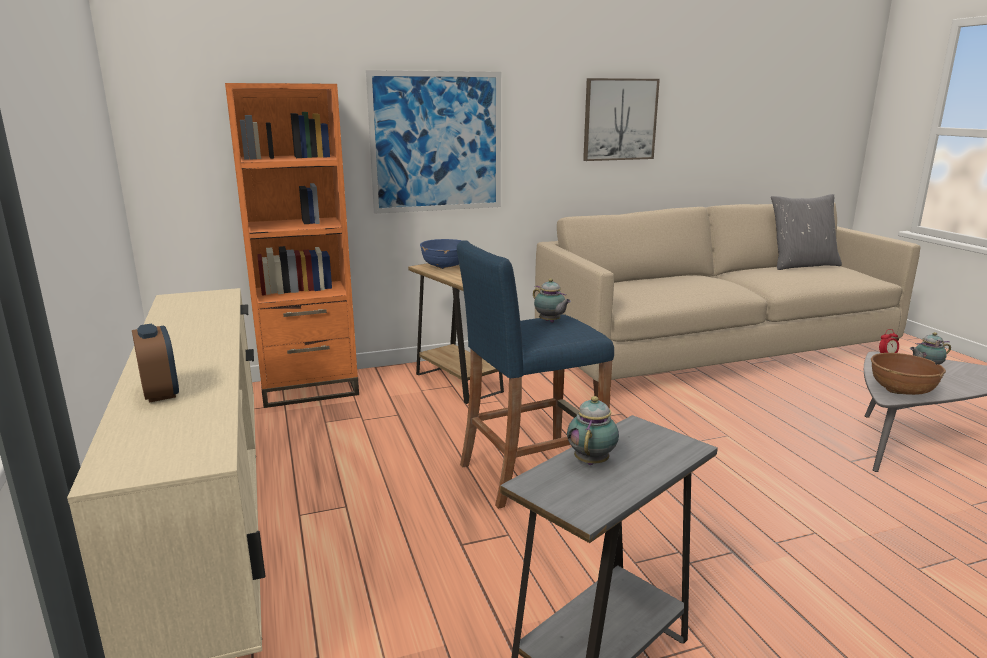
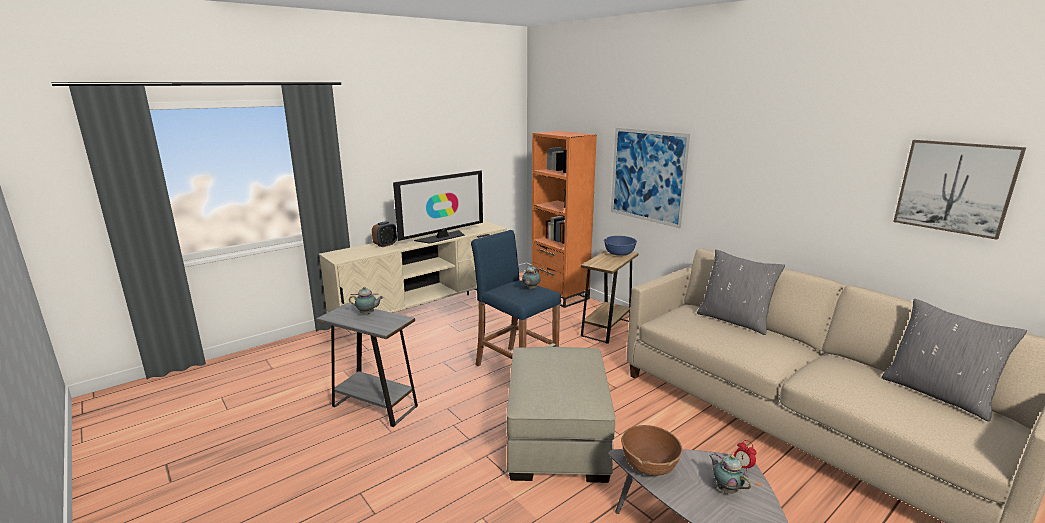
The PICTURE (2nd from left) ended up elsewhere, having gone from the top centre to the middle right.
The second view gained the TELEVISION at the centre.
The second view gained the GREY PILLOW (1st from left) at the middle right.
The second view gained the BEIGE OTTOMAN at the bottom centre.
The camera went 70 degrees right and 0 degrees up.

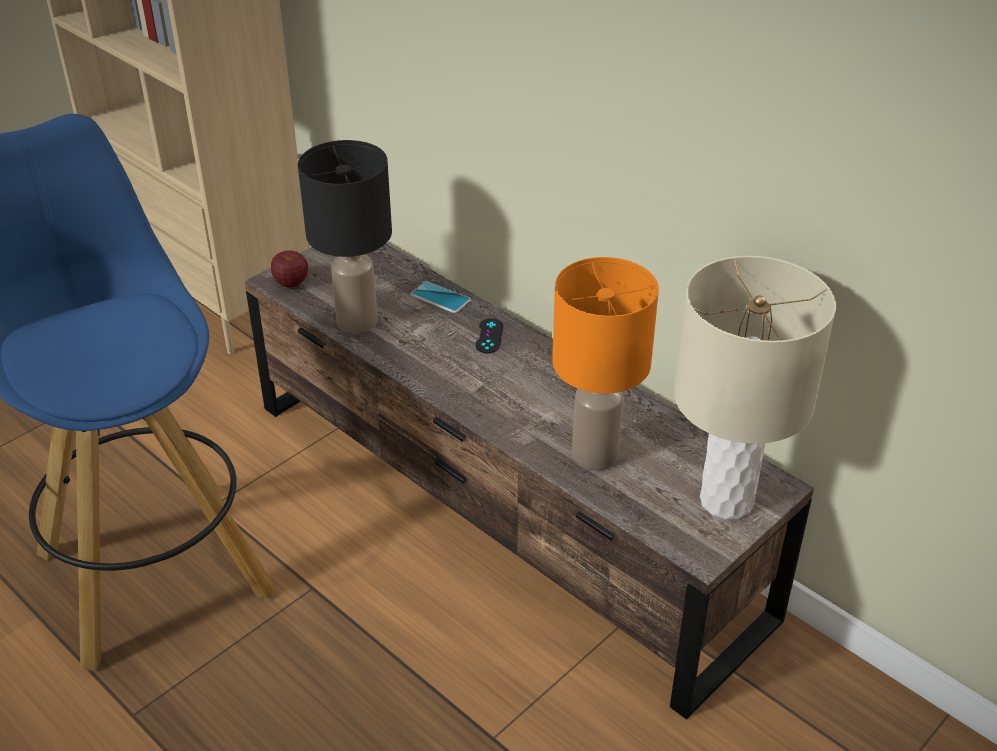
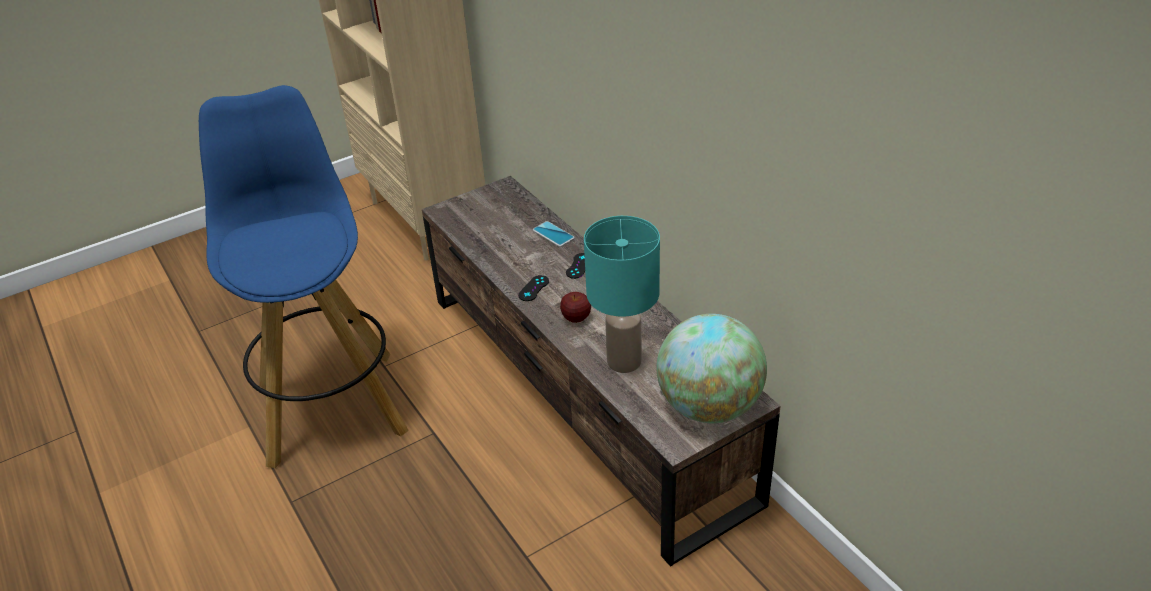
The second view lost the BLACK TABLE LAMP at the top centre.
The APPLE ended up elsewhere, having gone from the middle left to the centre.
Where the BEIGE TABLE LAMP stood at the middle right, the GLOBE came to stand at the centre.
What was the ORANGE TABLE LAMP at the centre turned into the TURQUOISE TABLE LAMP at the centre.
The second view gained the BLACK GAME CONTROLLER (1st from left) at the centre.
The camera went 15 degrees right and 0 degrees up.

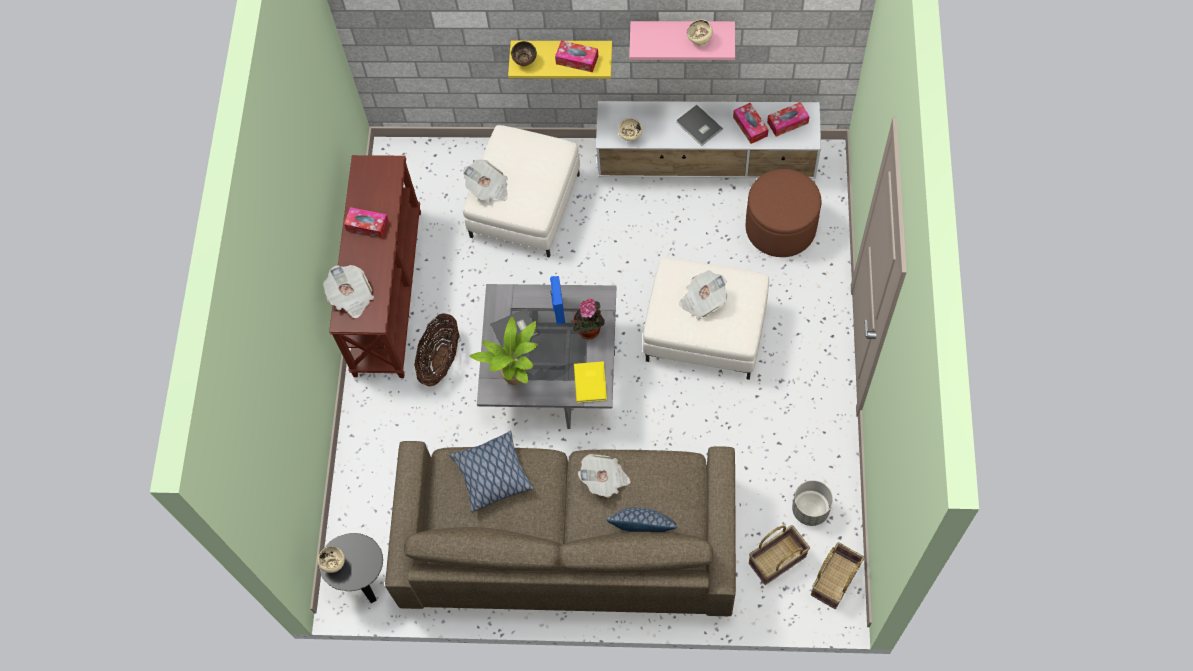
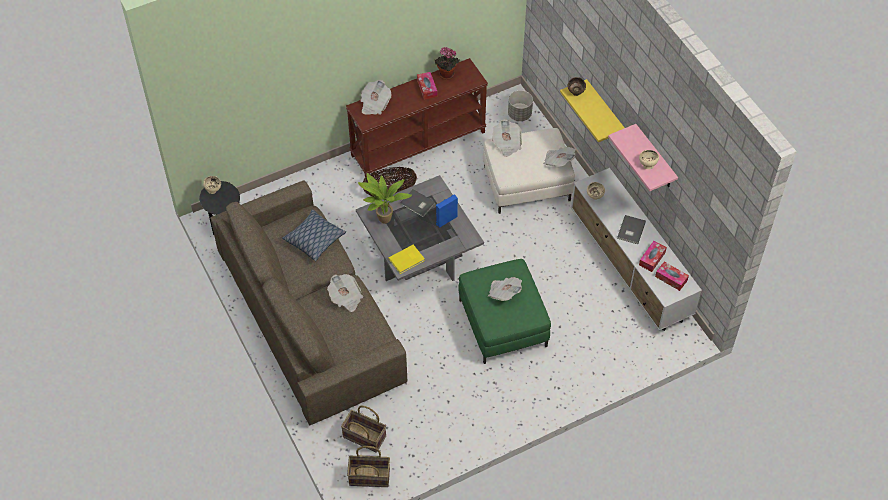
The second view lost the TISSUE BOX (2nd from left) at the top centre.
The second view lost the BROWN OTTOMAN at the top centre.
What was the WHITE OTTOMAN (2nd from left) at the centre turned into the GREEN OTTOMAN at the centre.
The POTTED PLANT (2nd from left) ended up elsewhere, having gone from the centre to the top centre.
The GREY PLANTER ended up elsewhere, having gone from the bottom right to the top centre.
The second view lost the PILLOW (2nd from left) at the bottom centre.
The second view gained the NEWSPAPER (5th from left) at the top centre.
The camera went 55 degrees right and 10 degrees down.

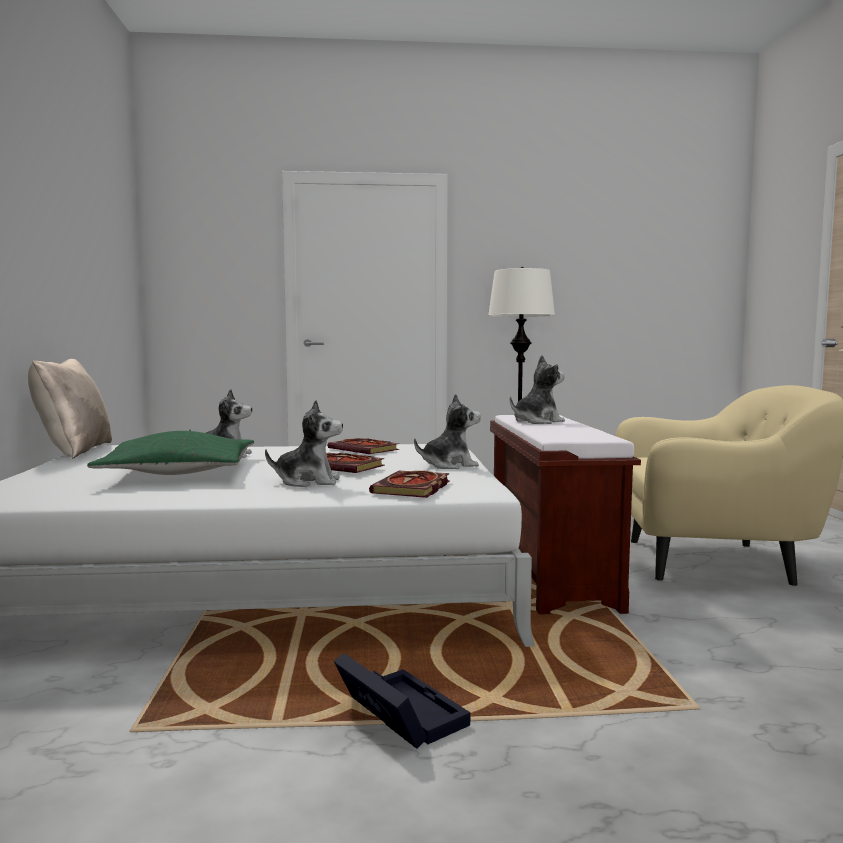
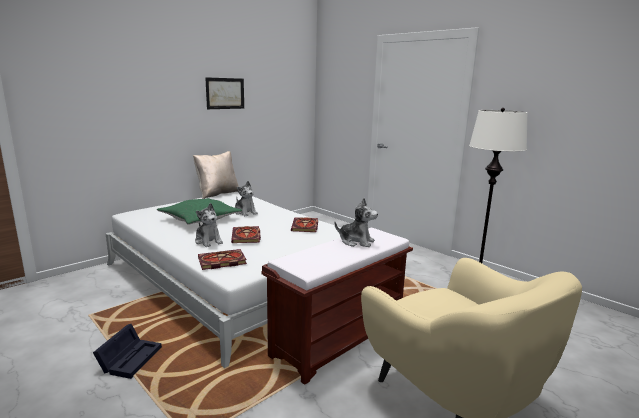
The second view lost the PLUSH TOY (3rd from left) at the centre.
The second view gained the PICTURE at the top centre.
The camera went 50 degrees right and 10 degrees up.

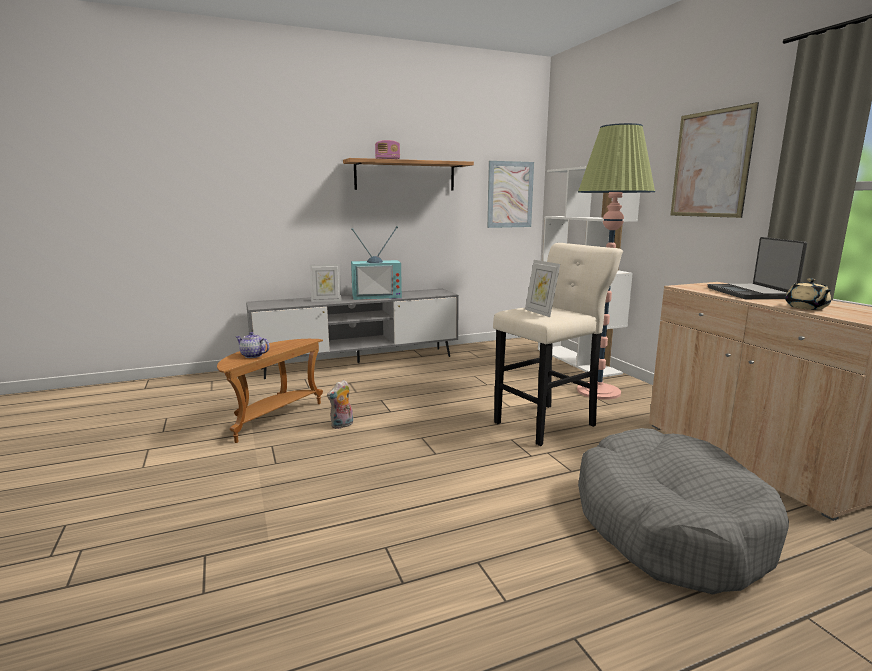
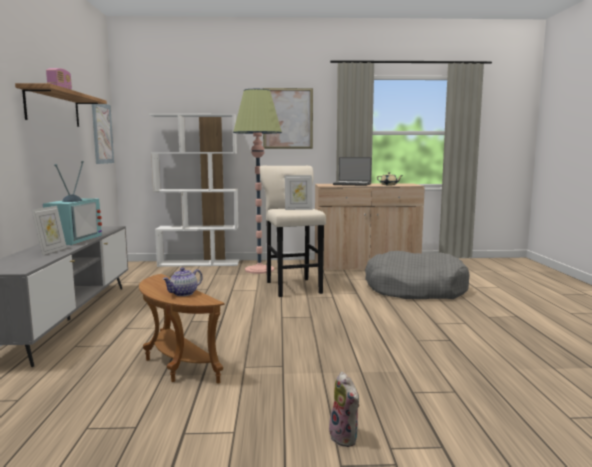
The PLUSH TOY ended up elsewhere, having gone from the centre to the bottom centre.
The camera went 70 degrees left and 5 degrees down.

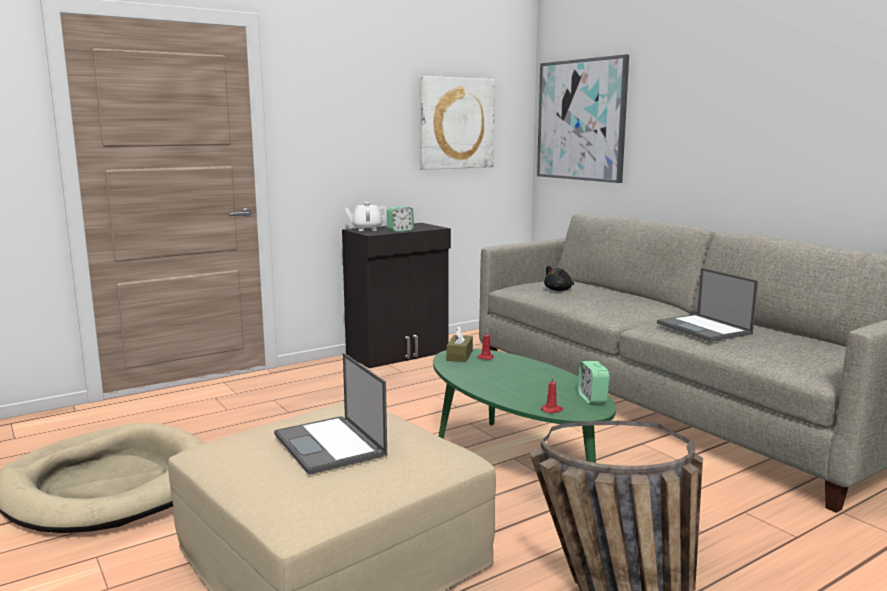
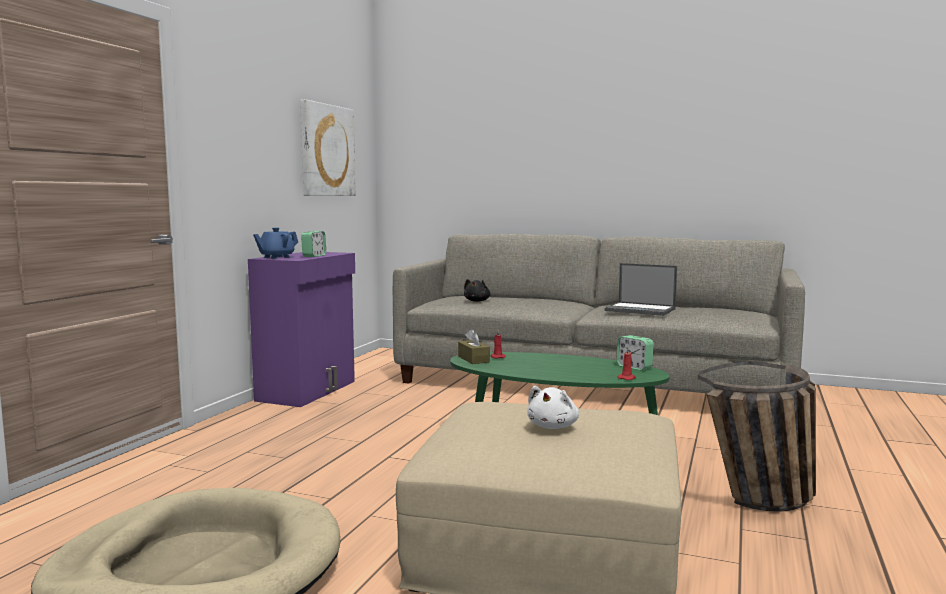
The second view lost the PICTURE (2nd from left) at the top centre.
What was the WHITE TEAPOT at the centre turned into the BLUE TEAPOT at the middle left.
What was the BLACK CABINET at the centre turned into the PURPLE CABINET at the middle left.
Where the LAPTOP (1st from left) stood at the bottom centre, the WHITE PLUSH TOY came to stand at the bottom centre.
The camera went 35 degrees left and 5 degrees down.

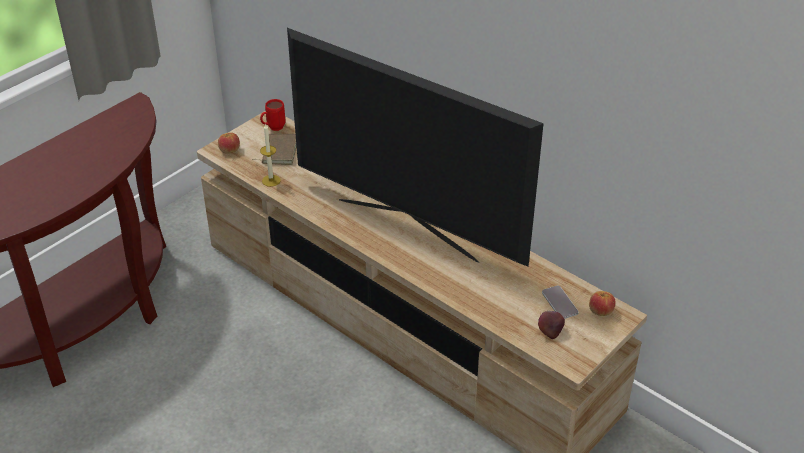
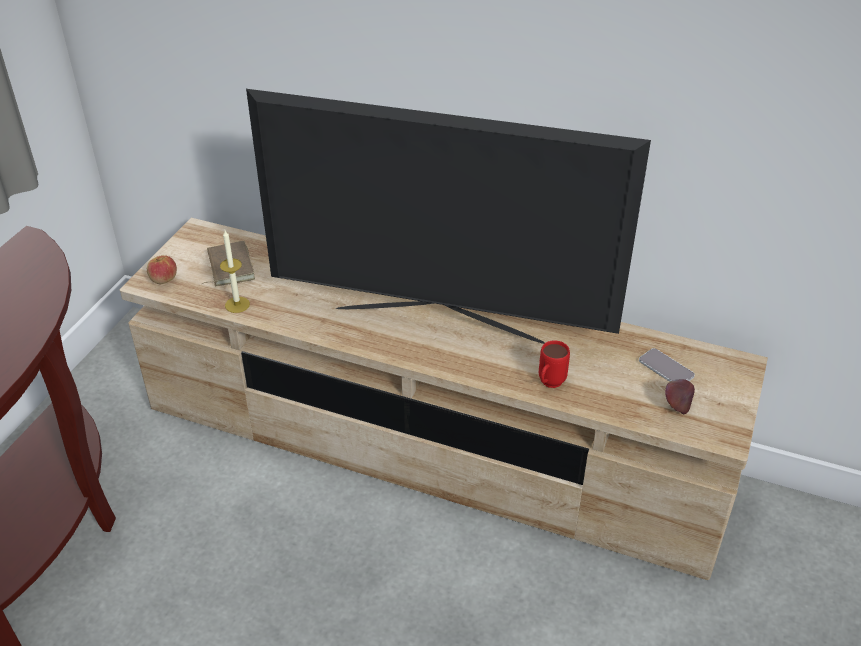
The RED MUG ended up elsewhere, having gone from the top centre to the centre.
The second view lost the APPLE (3rd from left) at the bottom right.
The camera went 20 degrees left and 0 degrees up.

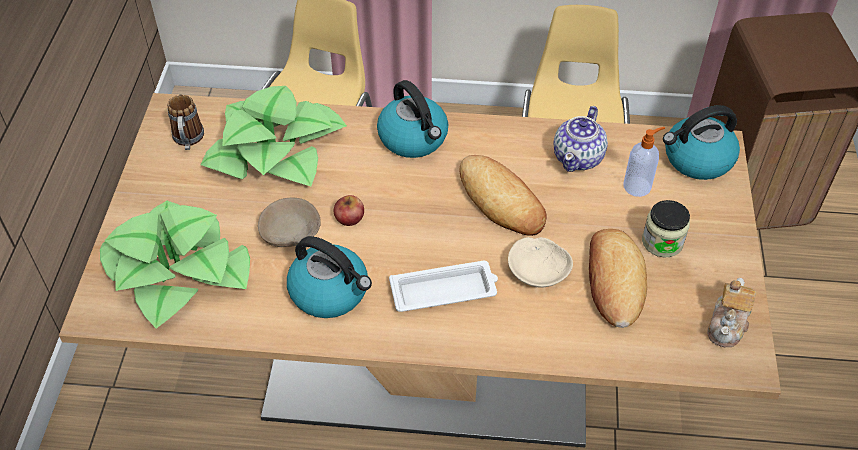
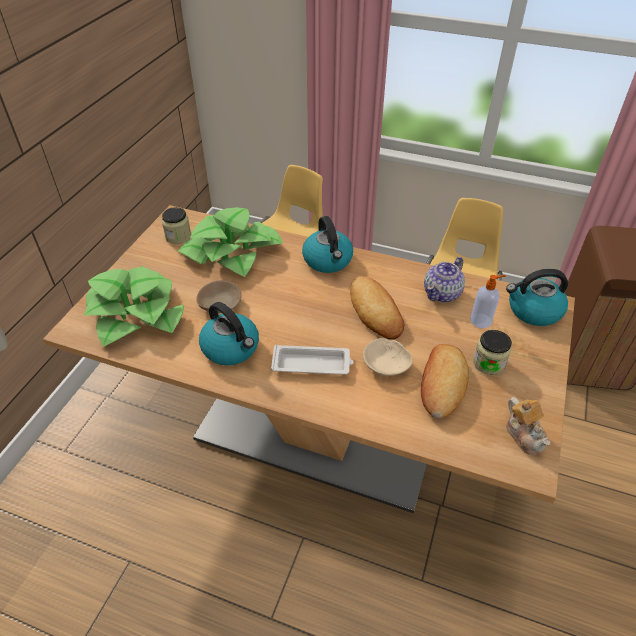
Where the MUG stood at the top left, the JAR (1st from left) came to stand at the middle left.
The second view lost the APPLE at the centre.
The TEAPOT (2nd from left) at the bottom right ended up facing another way, 60 degrees counterclockwise from before.
The camera went 15 degrees right and 5 degrees down.

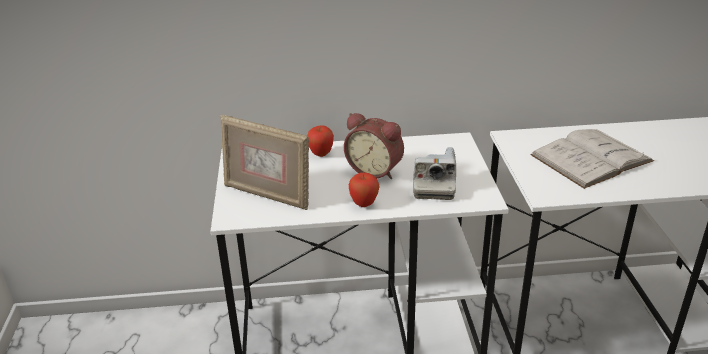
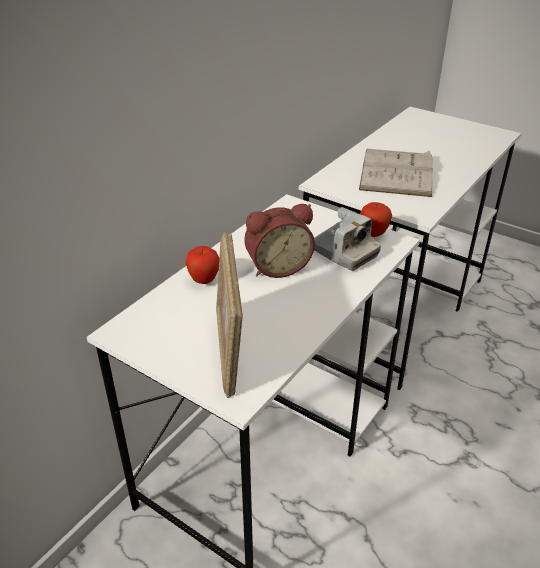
The PICTURE FRAME at the centre ended up facing another way, 105 degrees clockwise from before.
The APPLE (2nd from left) ended up elsewhere, having gone from the centre to the middle right.
The camera went 50 degrees left and 5 degrees up.

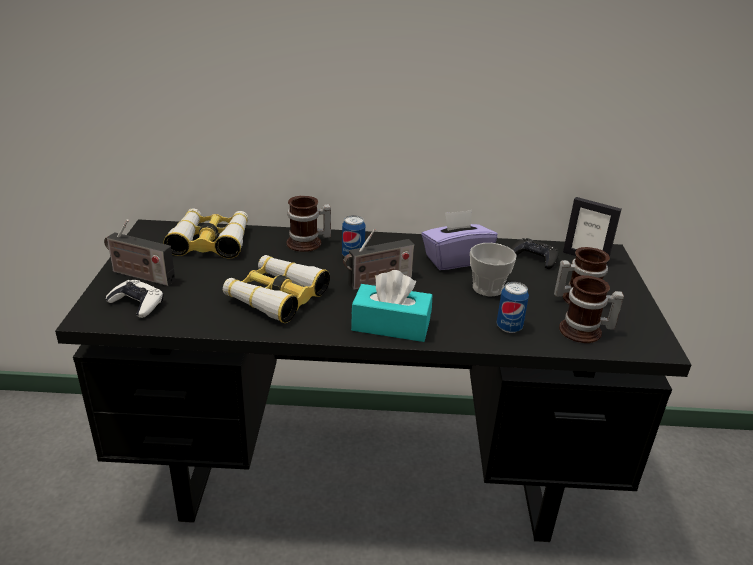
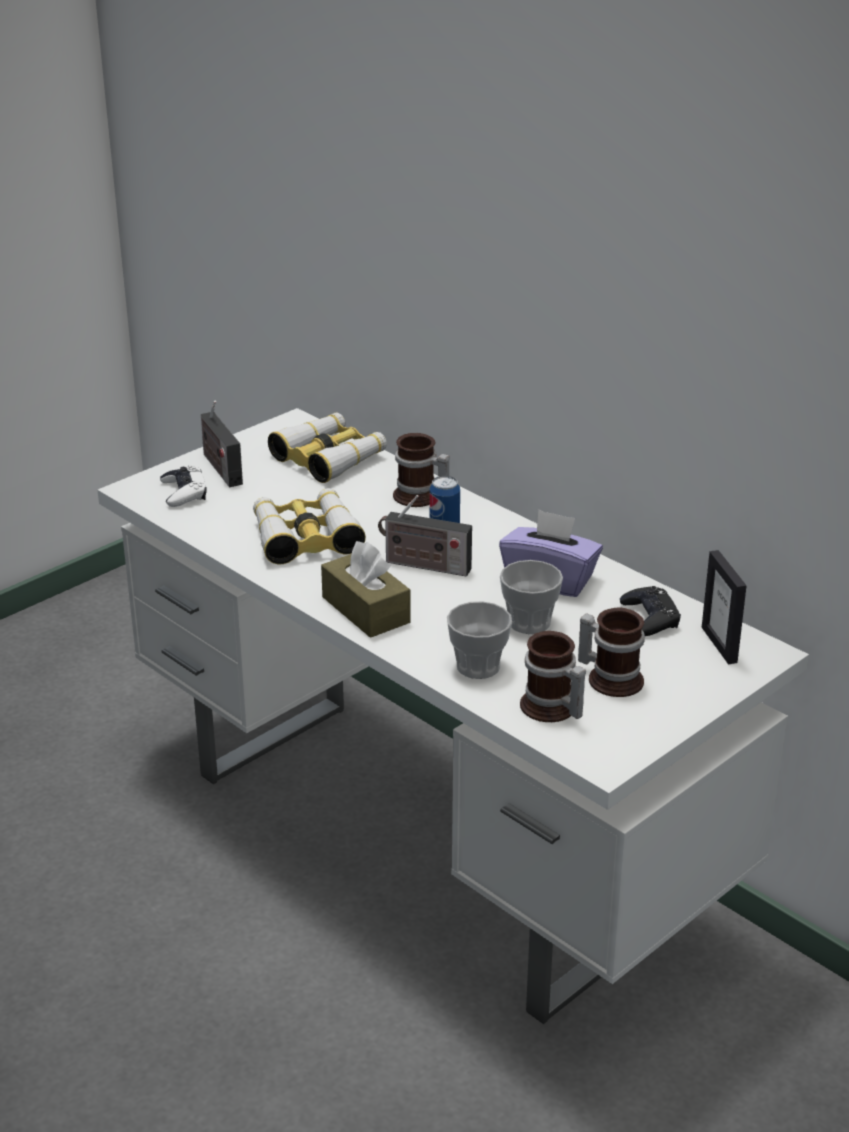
What was the BLACK DESK at the bottom centre turned into the WHITE DESK at the centre.
What was the TURQUOISE TISSUE BOX at the centre turned into the BROWN TISSUE BOX at the centre.
Where the CAN (2nd from left) stood at the middle right, the CUP (1st from left) came to stand at the centre.
The camera went 45 degrees right and 0 degrees up.

